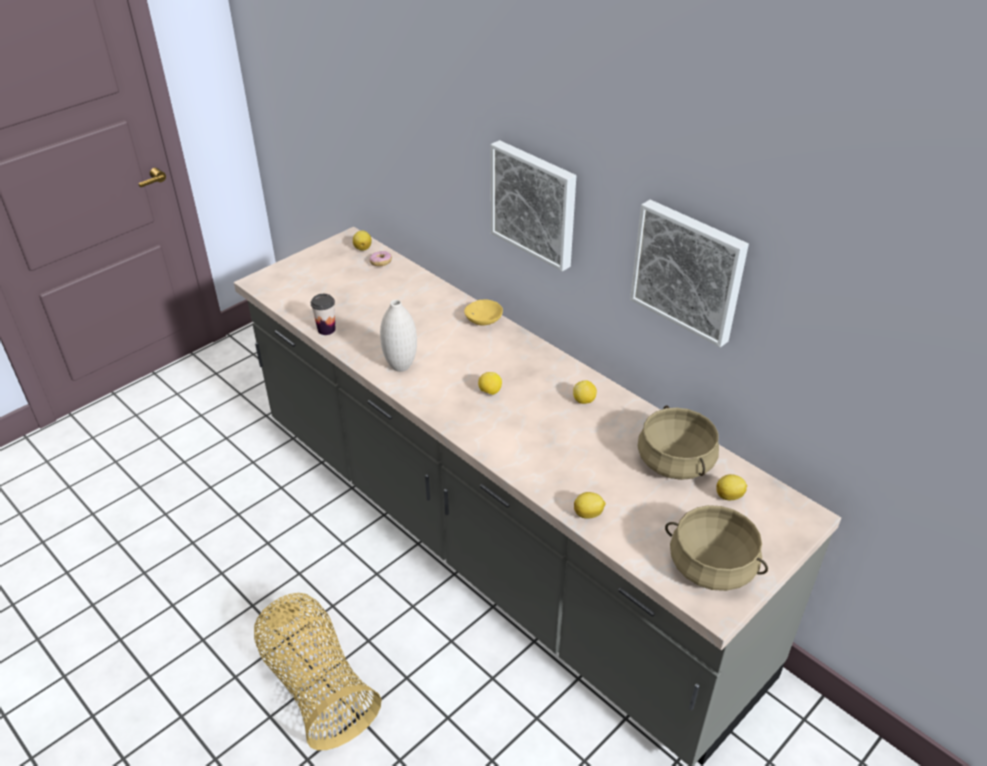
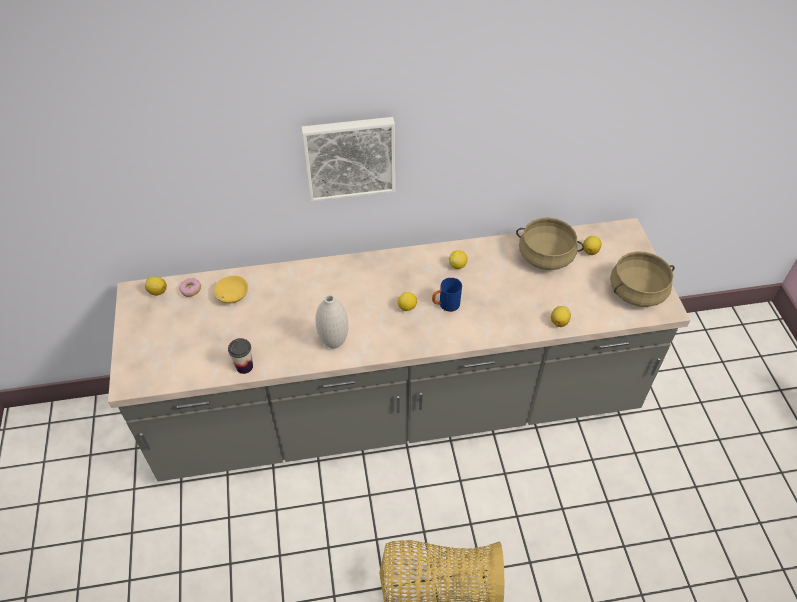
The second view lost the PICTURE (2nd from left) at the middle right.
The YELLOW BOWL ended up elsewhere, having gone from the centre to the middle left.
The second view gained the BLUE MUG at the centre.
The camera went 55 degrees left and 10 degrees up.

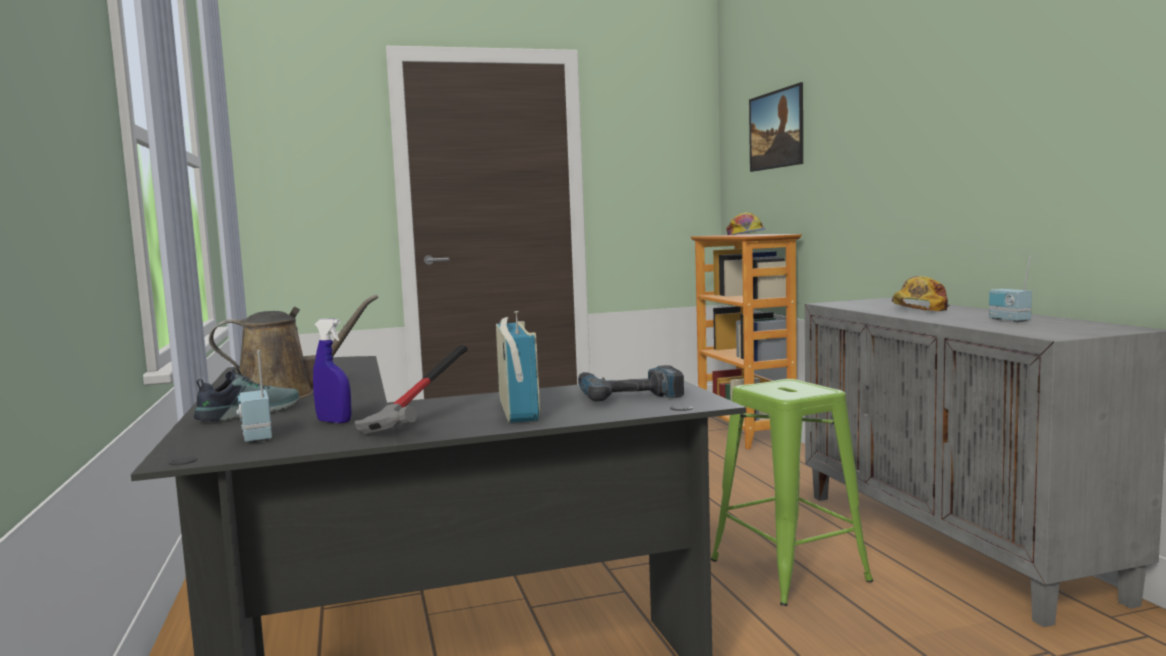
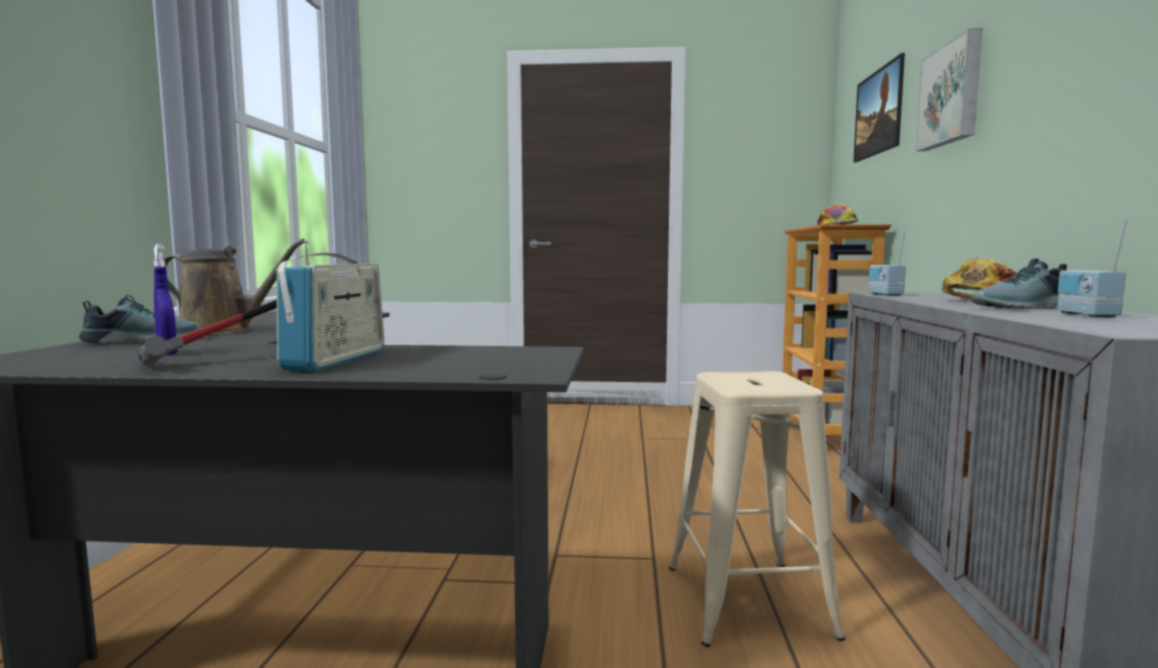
The RADIO (1st from left in the first image) ended up elsewhere, having gone from the middle left to the middle right.
The second view lost the POWER DRILL at the centre.
What was the GREEN STOOL at the bottom right turned into the BEIGE STOOL at the bottom centre.
The second view gained the PICTURE (2nd from left) at the top right.
The second view gained the SHOE (2nd from left) at the middle right.
The camera went 20 degrees right and 0 degrees up.

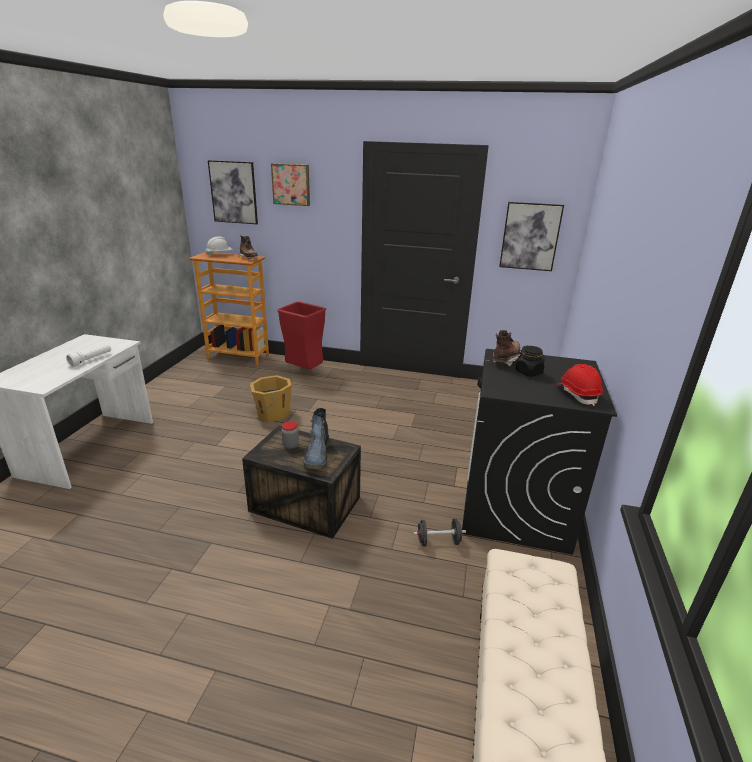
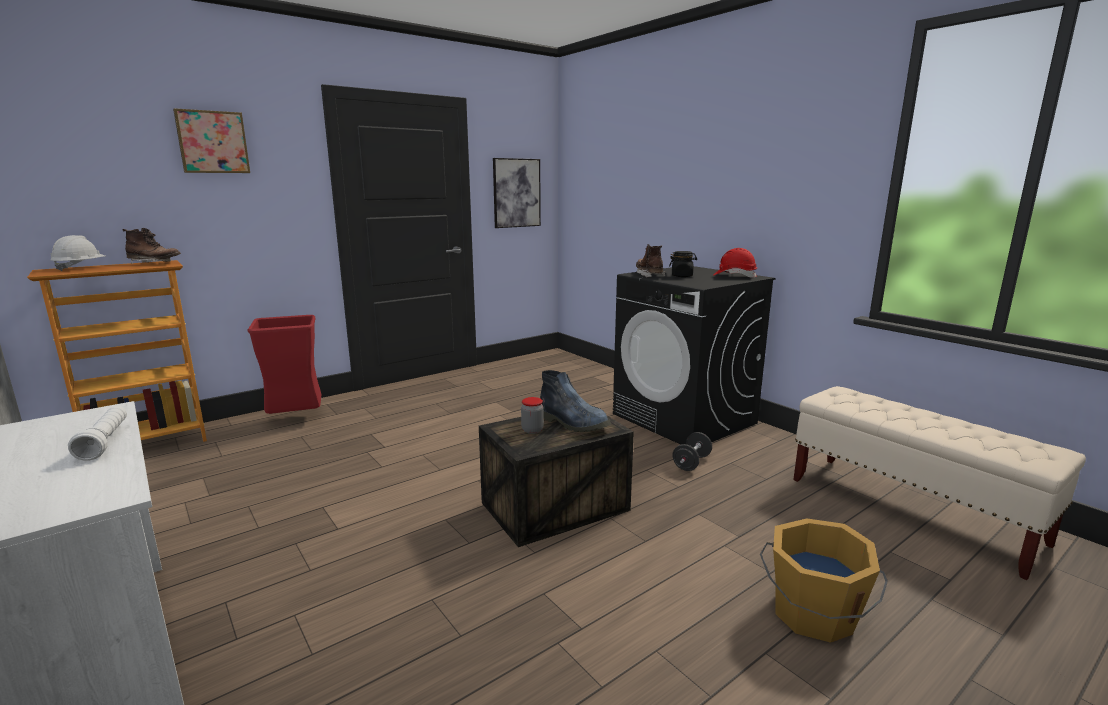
The second view lost the PICTURE (1st from left) at the top left.
The ORANGE BUCKET ended up elsewhere, having gone from the centre to the bottom right.
The camera went 50 degrees left and 10 degrees down.

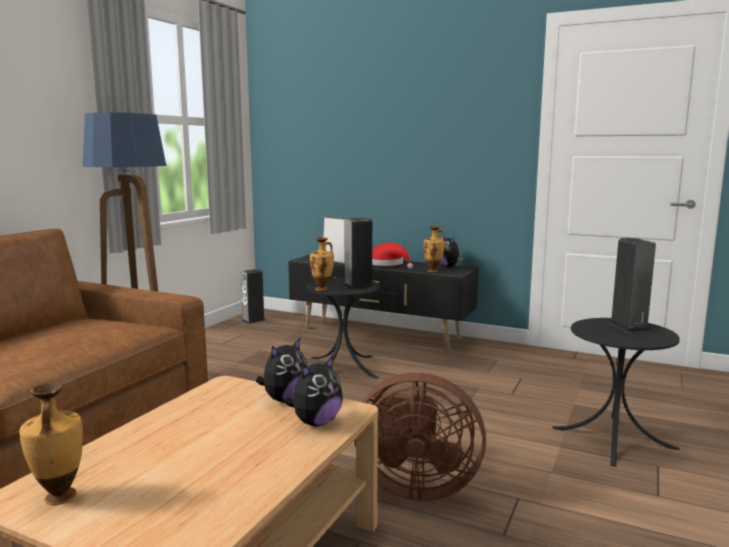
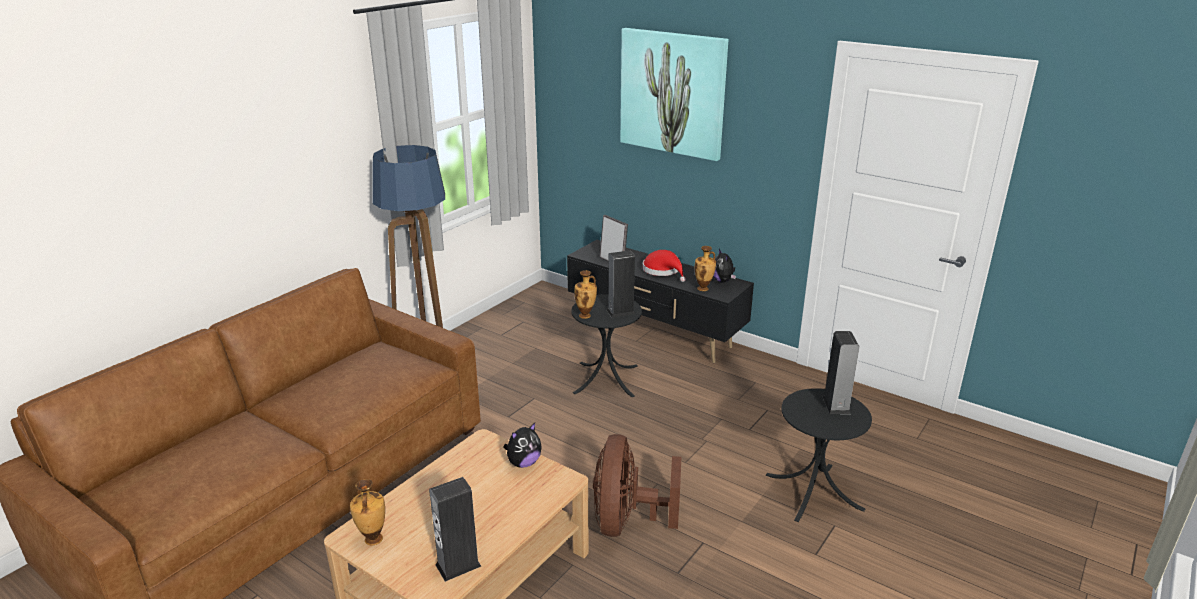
The SPEAKER (1st from left) ended up elsewhere, having gone from the centre to the bottom centre.
The second view lost the PLUSH TOY (2nd from left) at the bottom centre.
The BROWN FAN at the bottom centre ended up facing another way, 75 degrees clockwise from before.
The second view gained the PICTURE at the top centre.
The camera went 10 degrees right and 15 degrees up.

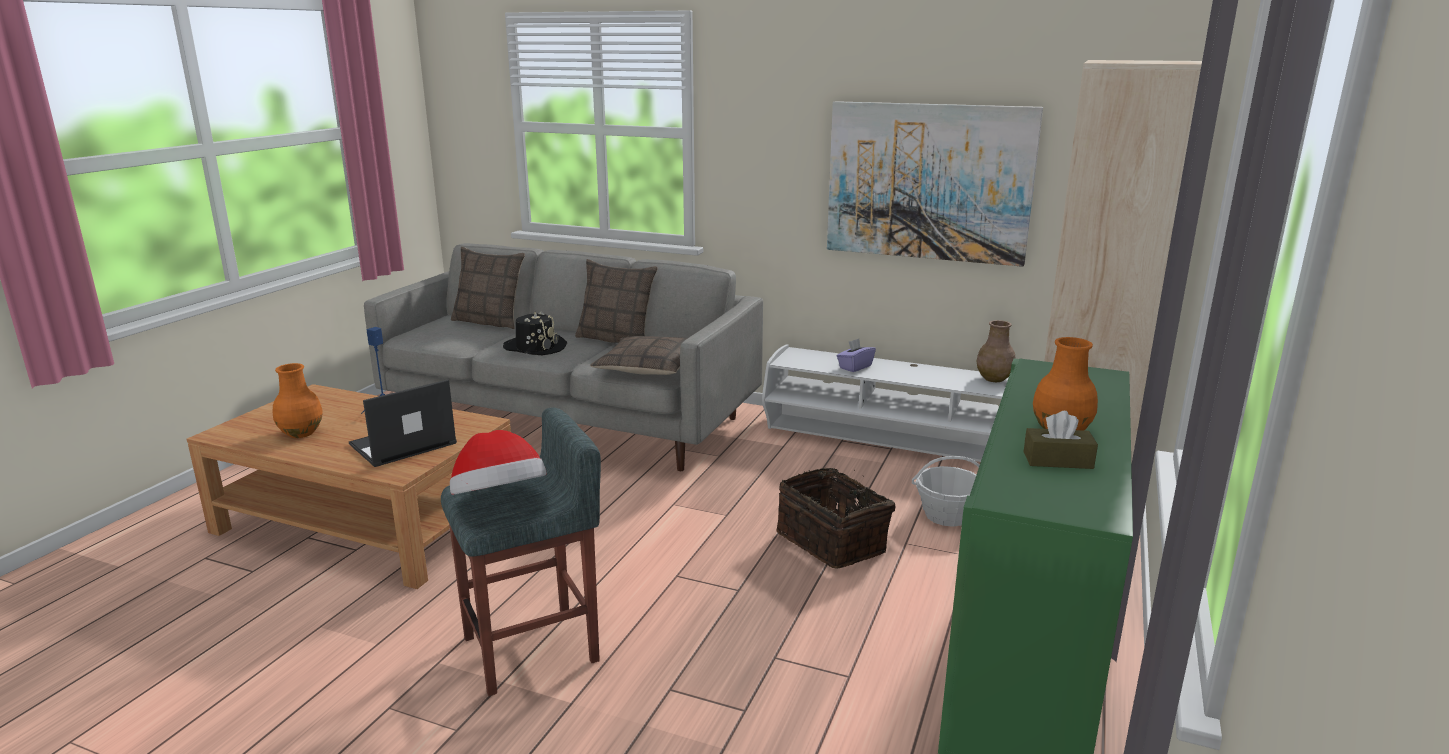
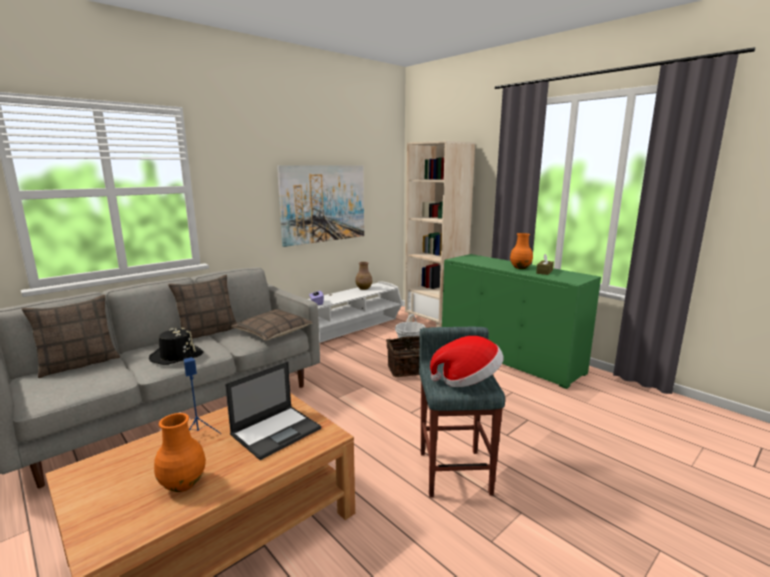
The LAPTOP at the middle left ended up facing another way, 120 degrees counterclockwise from before.
The camera went 65 degrees left and 5 degrees down.

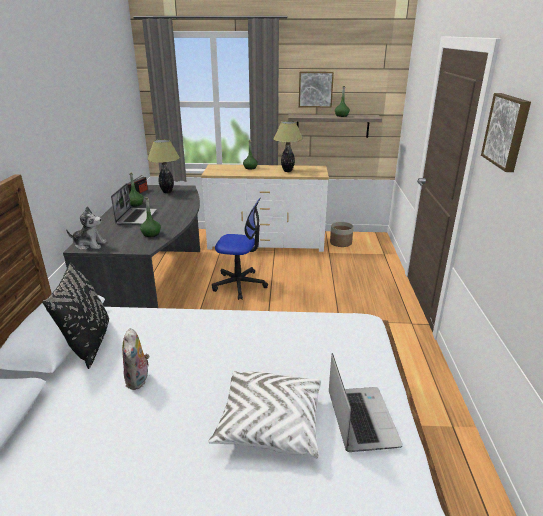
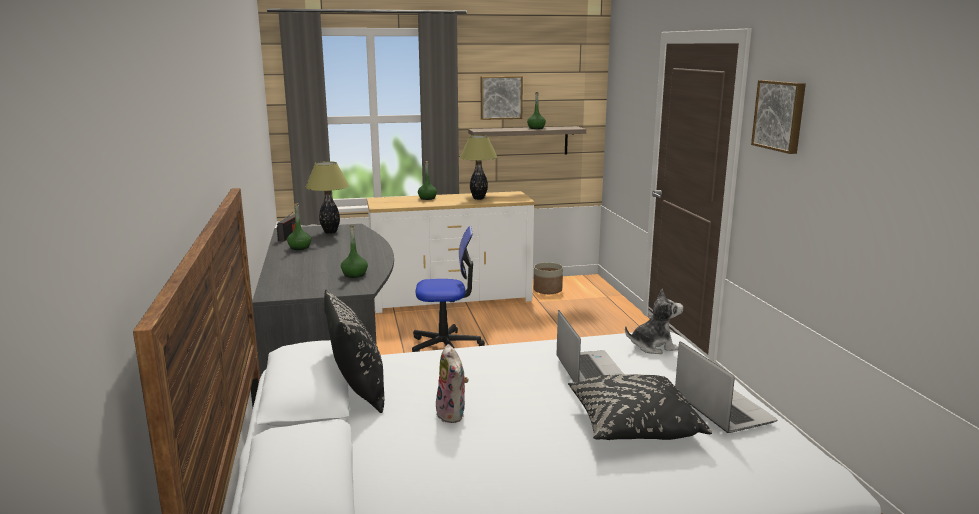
The LAPTOP (1st from left) ended up elsewhere, having gone from the middle left to the bottom centre.
The PLUSH TOY (1st from left in the first image) ended up elsewhere, having gone from the middle left to the middle right.
What was the WHITE PILLOW at the bottom centre turned into the BLACK PILLOW (2nd from left) at the bottom centre.
The camera went 15 degrees left and 10 degrees down.

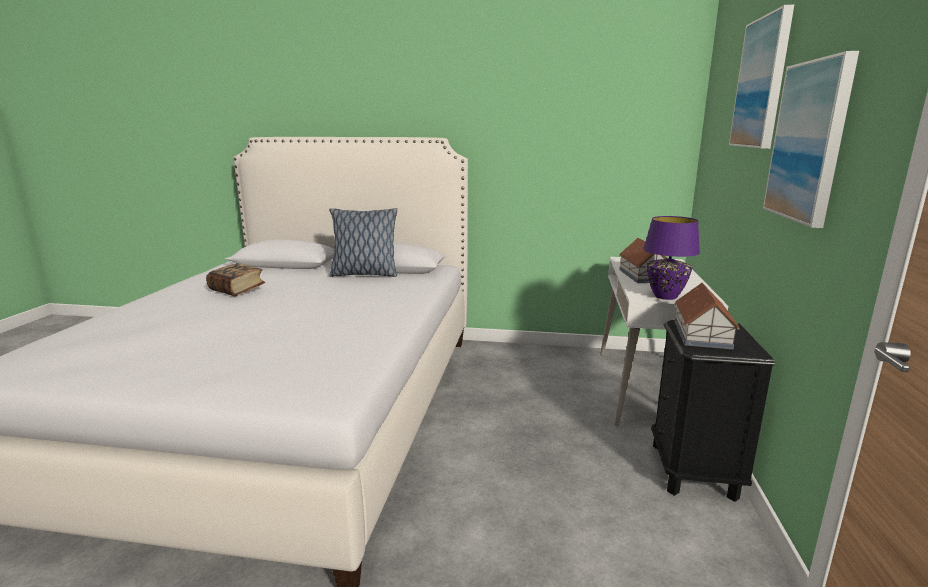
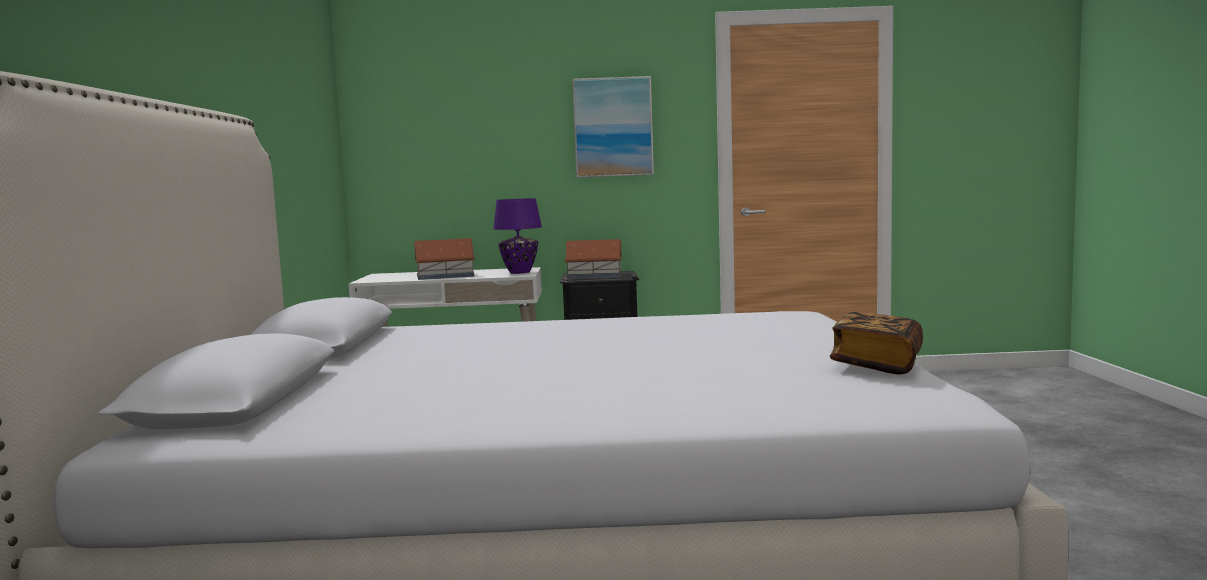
The second view lost the PICTURE (1st from left) at the top right.
The second view lost the PILLOW at the centre.
The BOOK ended up elsewhere, having gone from the middle left to the middle right.
The camera went 100 degrees left and 10 degrees down.

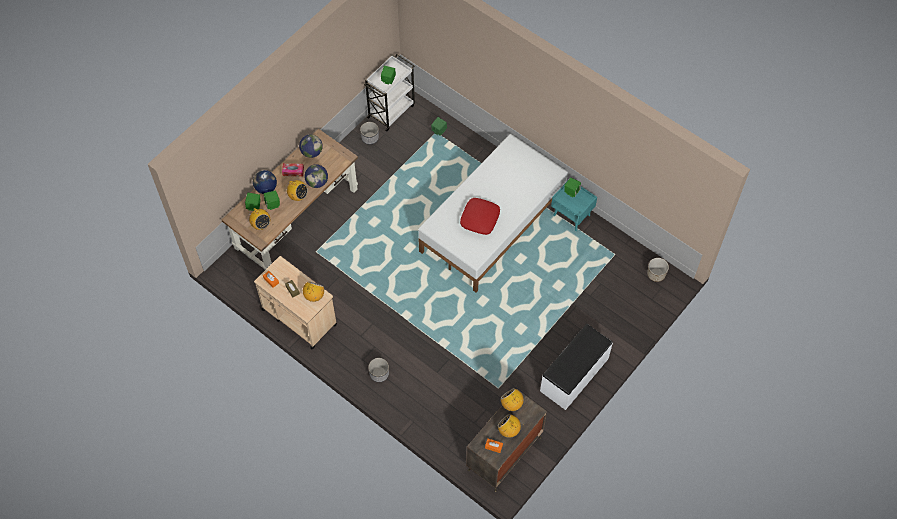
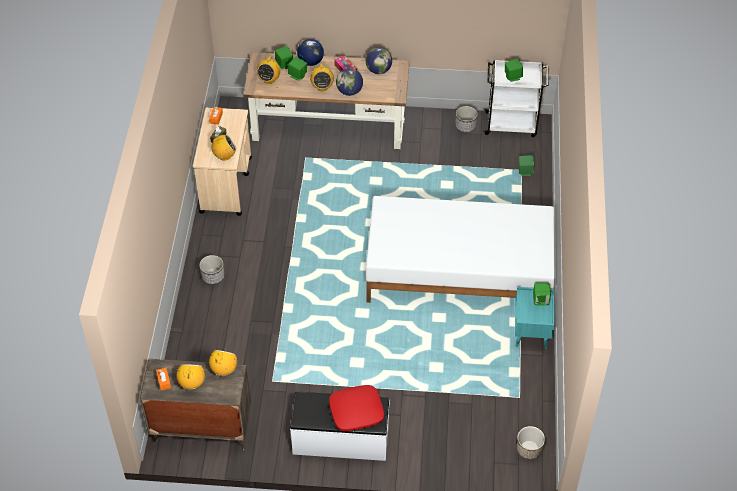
The RED PILLOW ended up elsewhere, having gone from the centre to the bottom centre.
The camera went 55 degrees right and 10 degrees down.

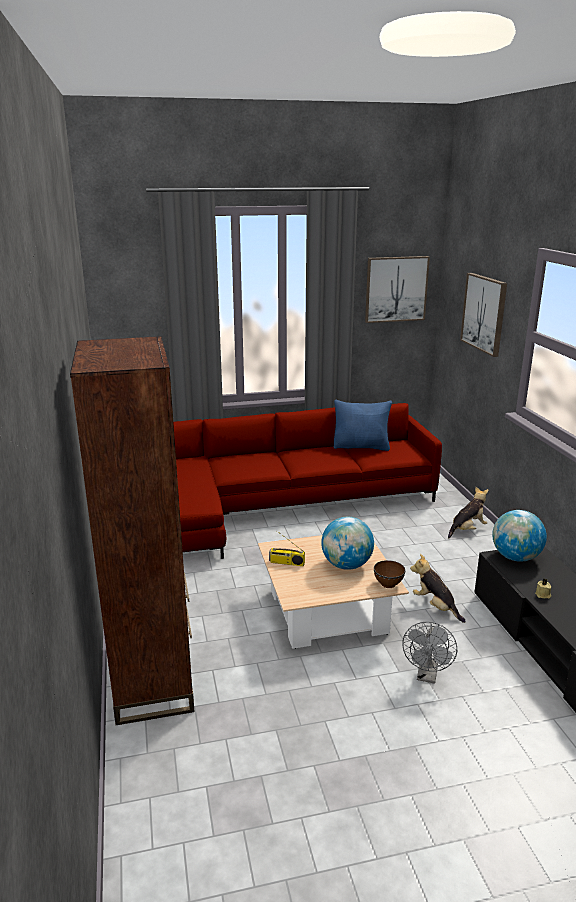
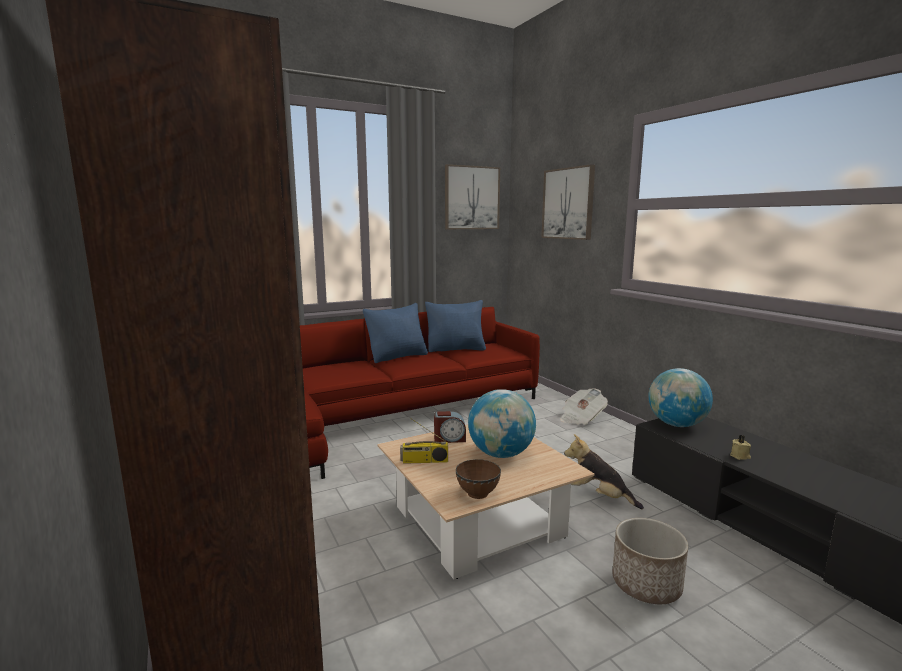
Where the PLUSH TOY (2nd from left) stood at the middle right, the NEWSPAPER came to stand at the centre.
The BROWN BOWL ended up elsewhere, having gone from the middle right to the bottom centre.
Where the GREY FAN stood at the bottom right, the PLANTER came to stand at the bottom right.
The second view gained the BLUE PILLOW (1st from left) at the centre.
The second view gained the ALARM CLOCK at the centre.
The camera went 15 degrees left and 10 degrees down.

